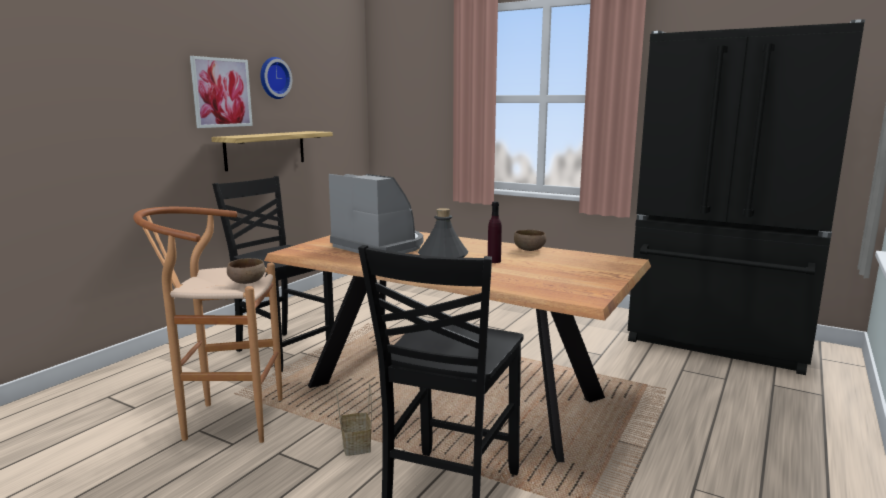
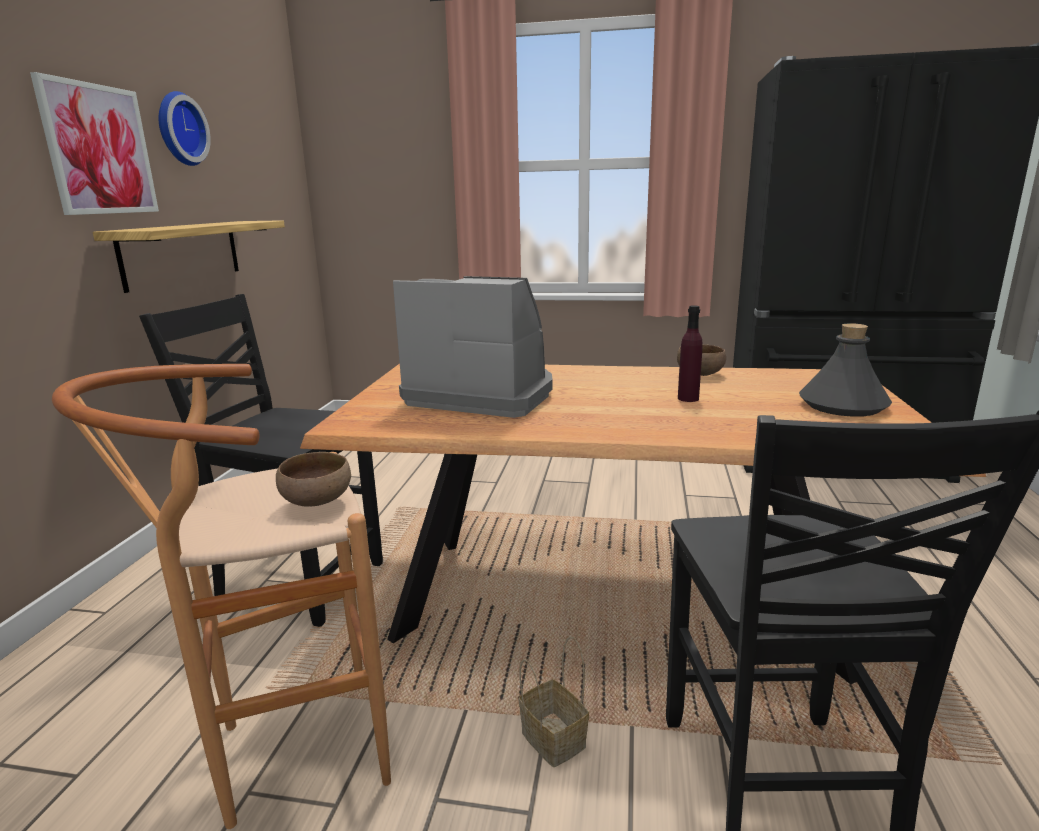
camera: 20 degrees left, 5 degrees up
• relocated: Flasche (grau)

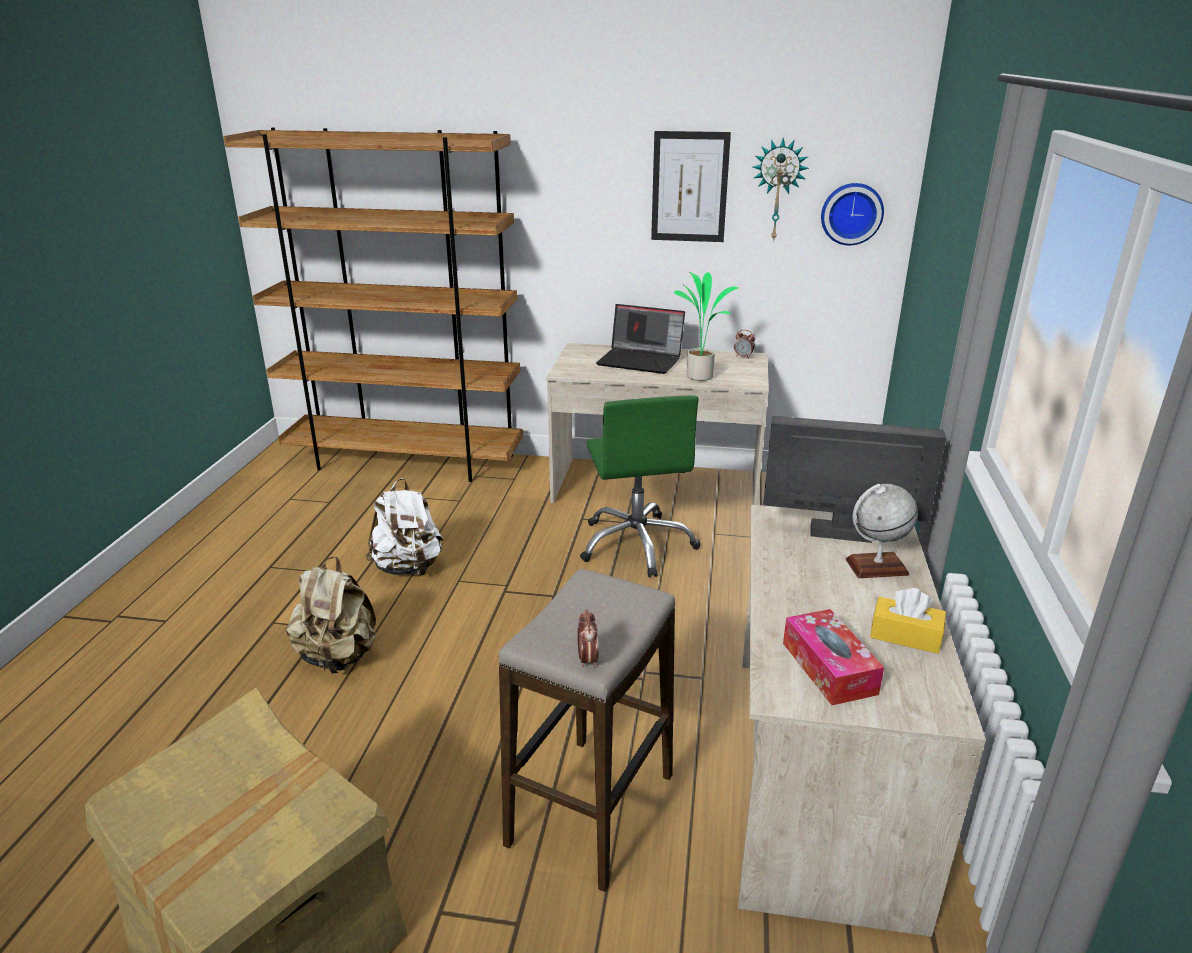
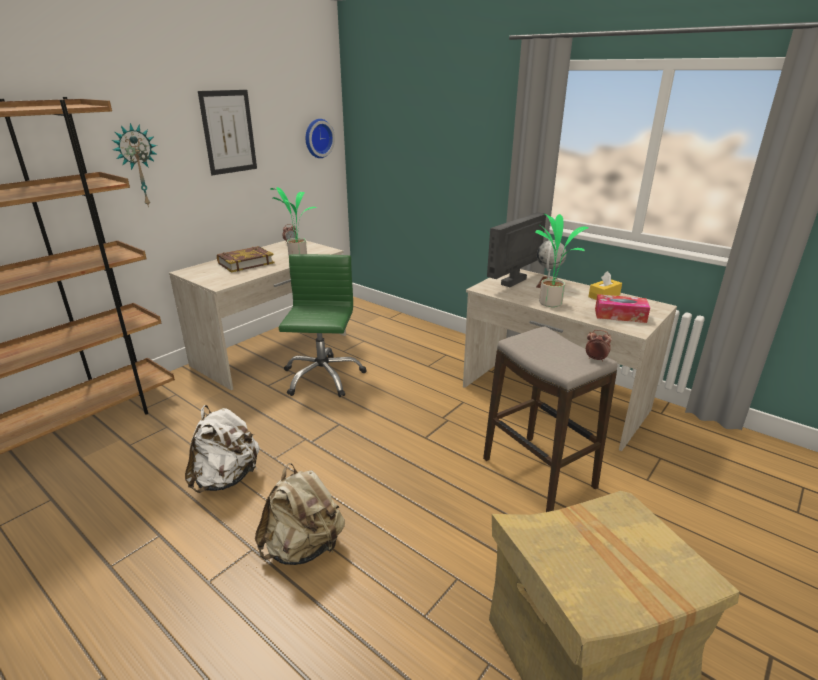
camera: 60 degrees left, 0 degrees up
• appeared: Topfpflanze (no. 2 from left)
• relocated: Wanduhr (no. 1 from left)
• exchanged: Laptop to Buch
• spun: Bürostuhl (grün) 105 degrees counterclockwise

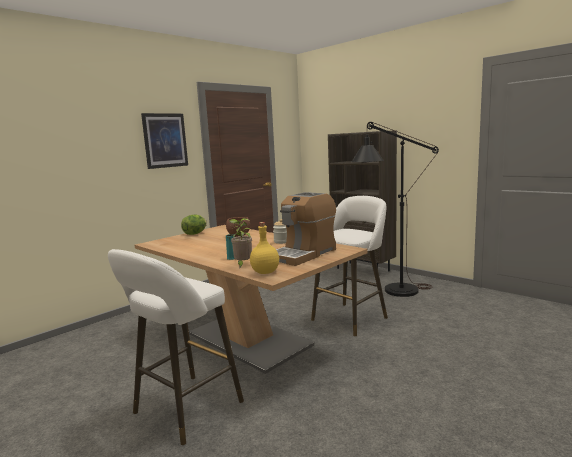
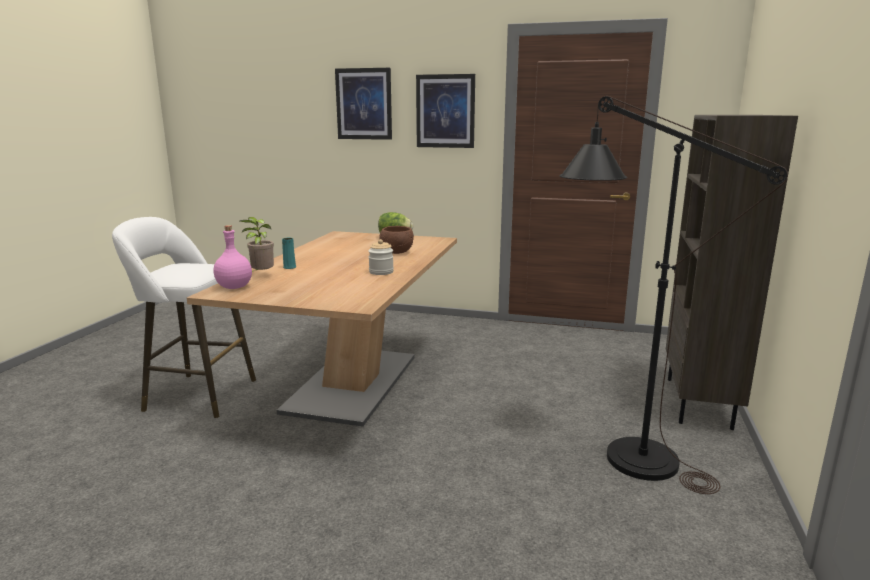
camera: 60 degrees right, 5 degrees up
• missing: Kaffeemaschine
• missing: Hocker (weiß) (no. 2 from left)
• appeared: Bild (no. 1 from left)
• colour: Flasche (gelb) to Flasche (rosa)

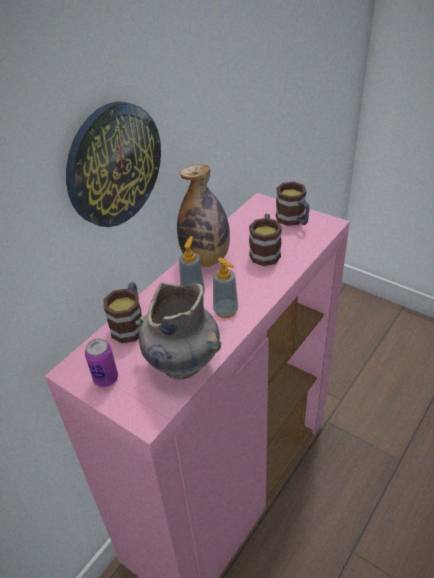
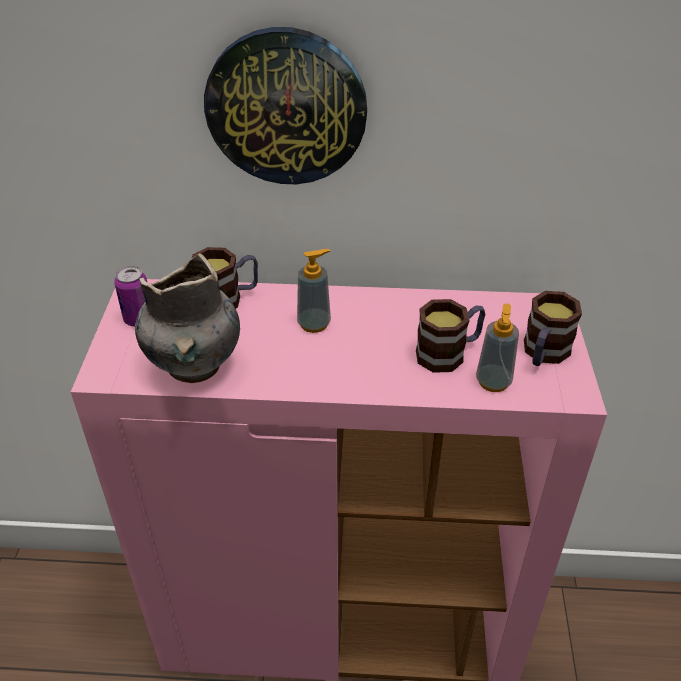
camera: 55 degrees right, 0 degrees up
• missing: Flasche
• relocated: Seifenspender (no. 2 from left)

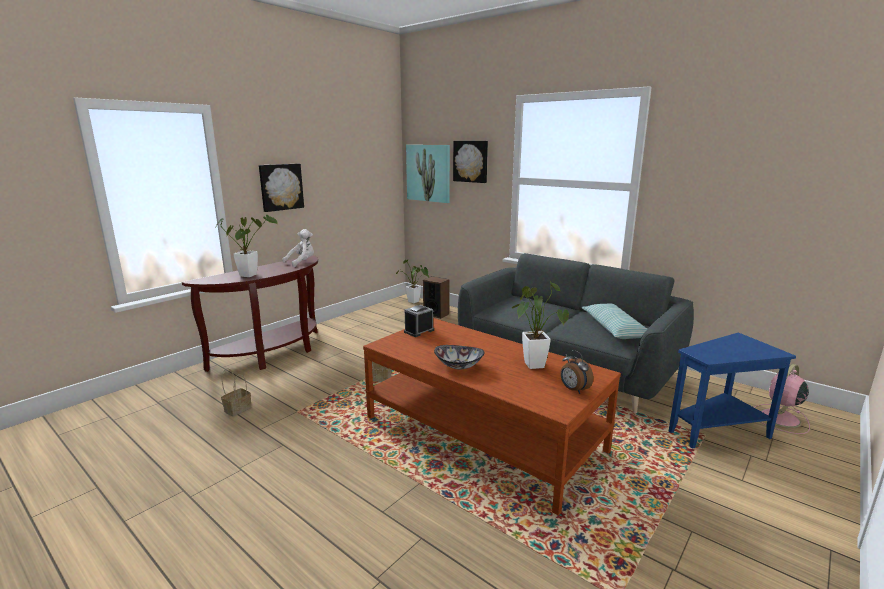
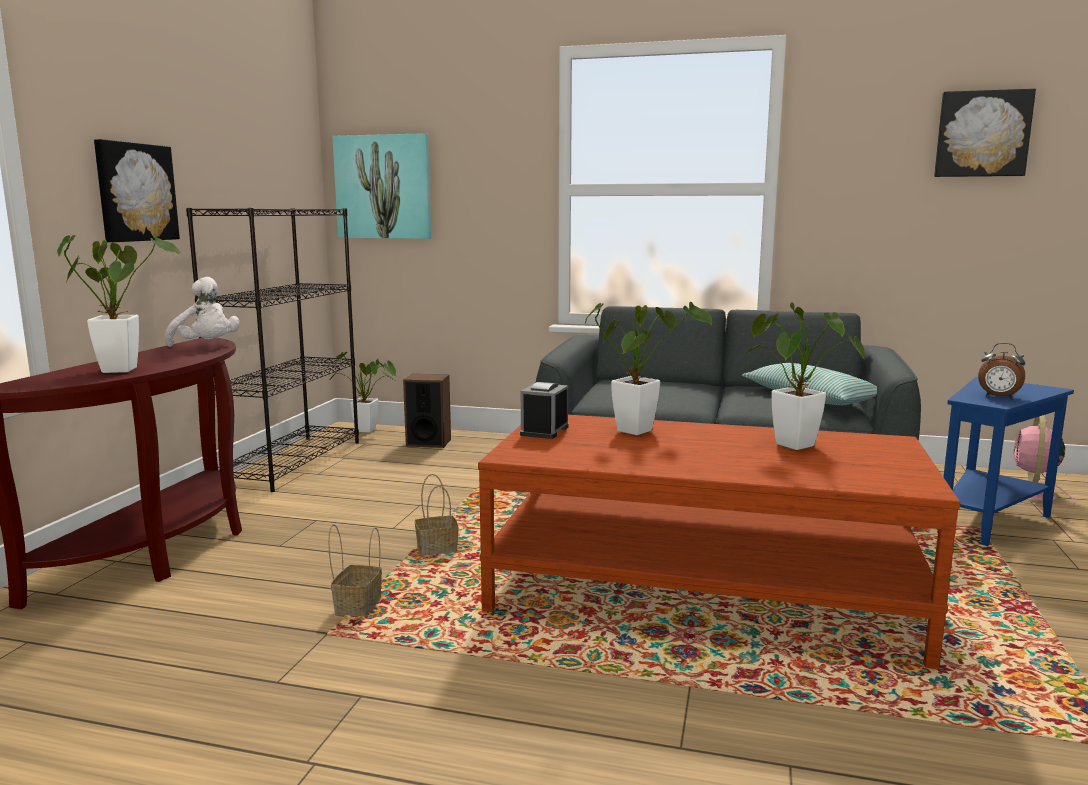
camera: 25 degrees left, 5 degrees down
• missing: Schüssel
• appeared: Bücherregal (schwarz)
• appeared: Topfpflanze (no. 3 from left)
• relocated: Korb (no. 1 from left)
• relocated: Bild (no. 3 from left)
• relocated: Wecker (no. 2 from left)
• spun: Plüschtier (weiß) 105 degrees clockwise

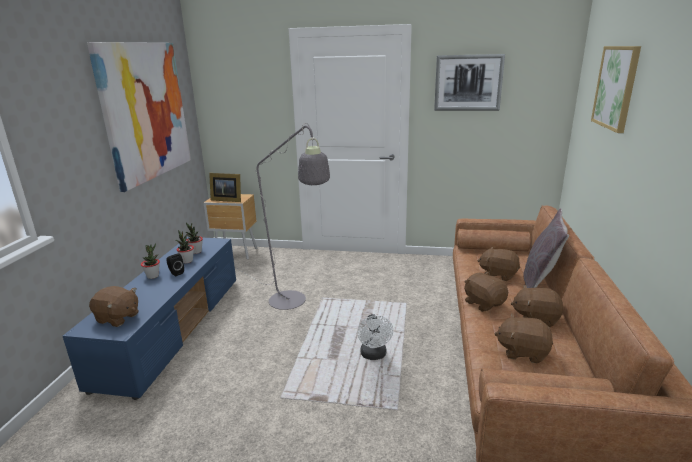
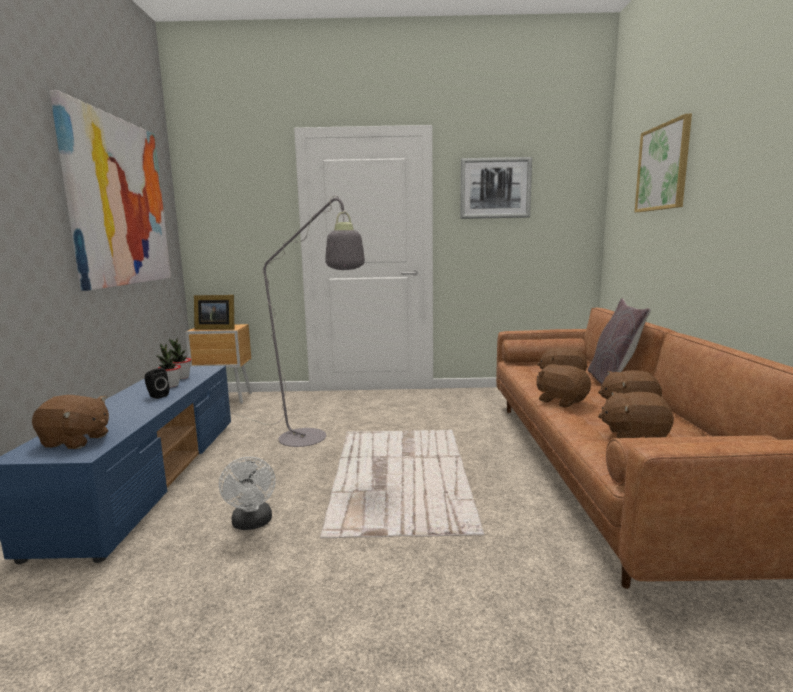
camera: 10 degrees left, 10 degrees down
• missing: Topfpflanze (no. 1 from left)
• relocated: Ventilator (weiß)

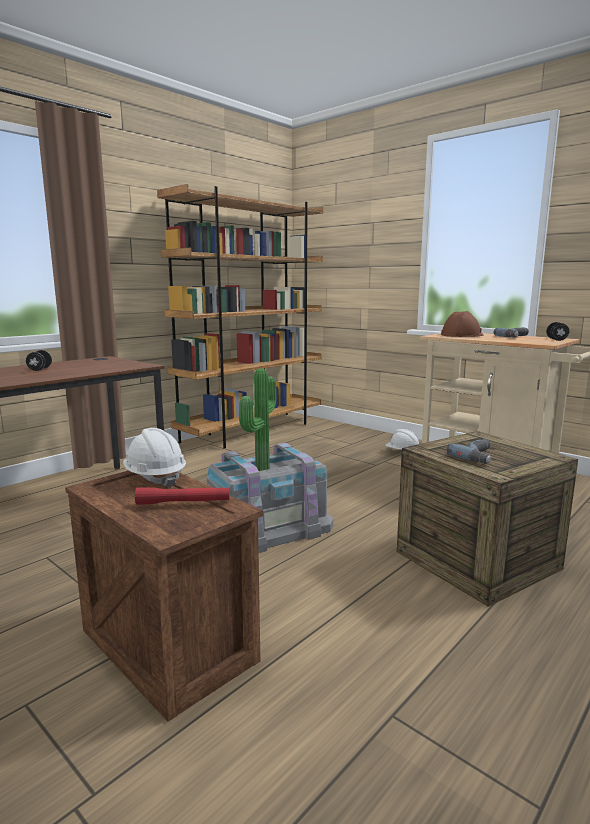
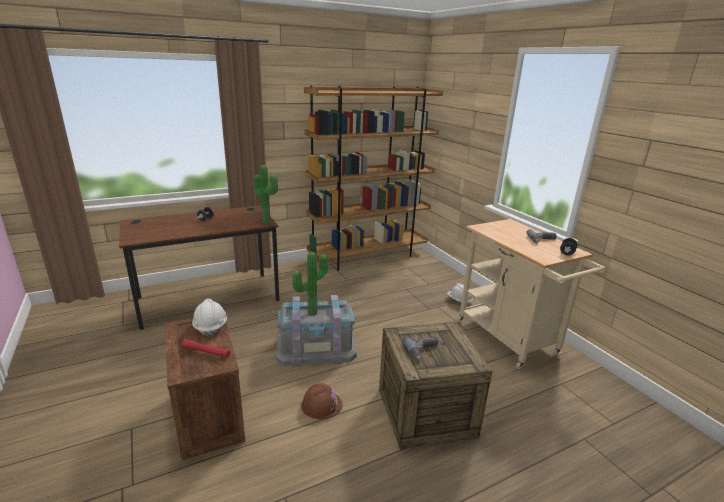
camera: 20 degrees right, 10 degrees up
• appeared: Topfpflanze (no. 1 from left)
• relocated: Schutzhelm (braun)

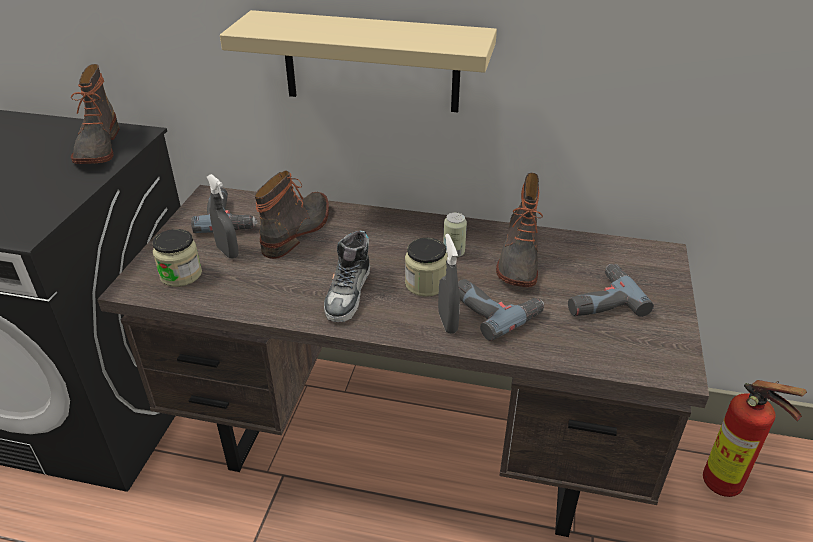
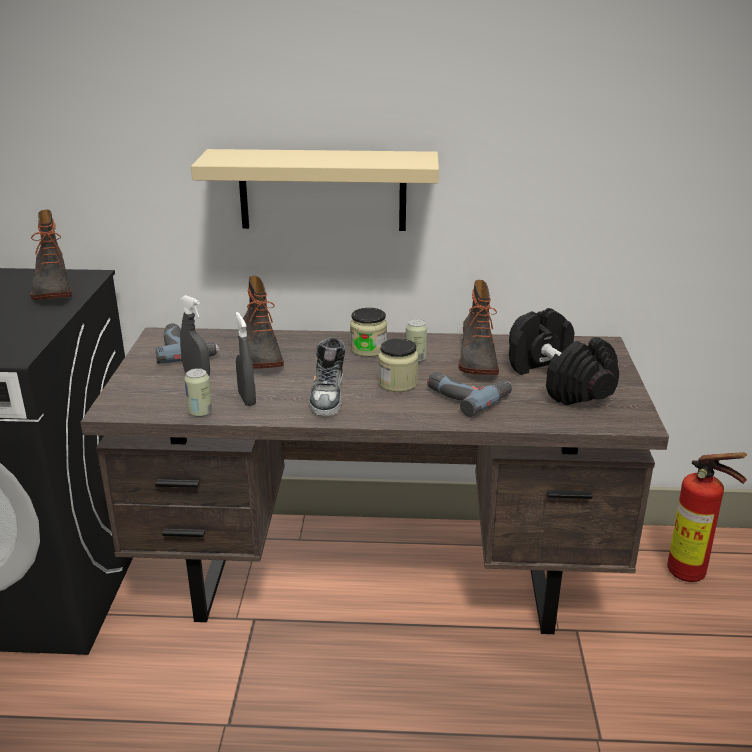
camera: 10 degrees left, 10 degrees down
• appeared: Dose (no. 1 from left)
• relocated: Vorratsglas (no. 1 from left)
• relocated: Sprühflasche (grau) (no. 2 from left)
• exchanged: Bohrmaschine (no. 3 from left) to Hantel (schwarz)
• spun: Stiefel (no. 2 from left) 150 degrees clockwise

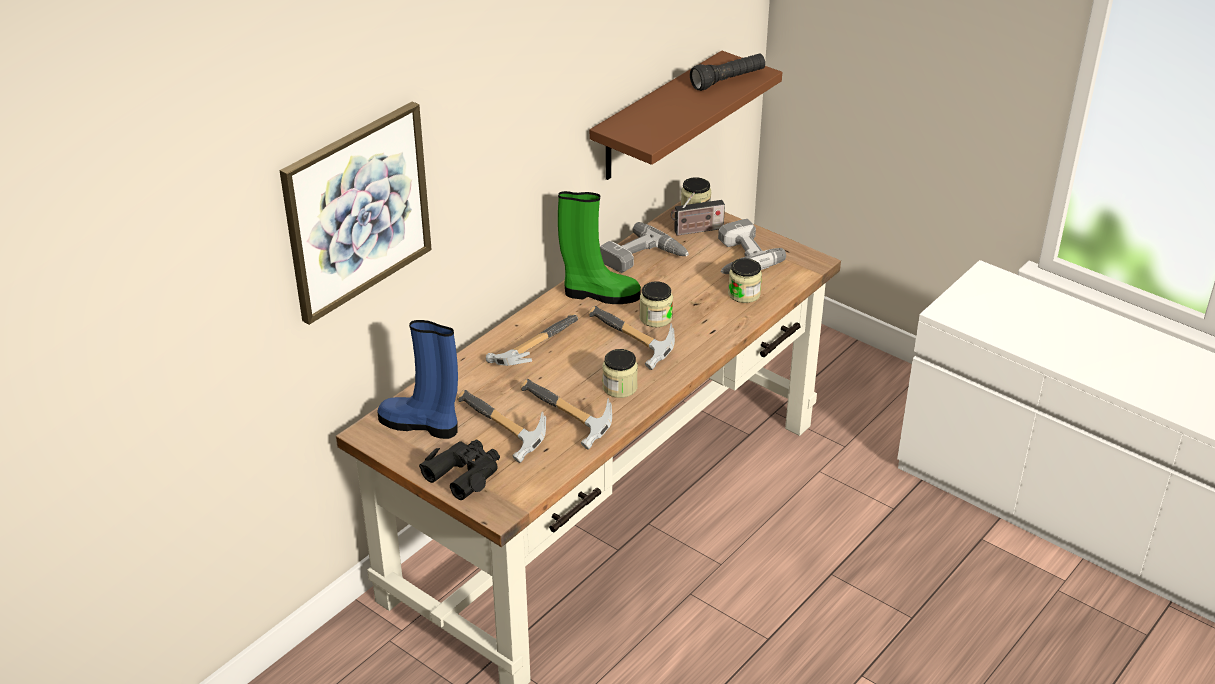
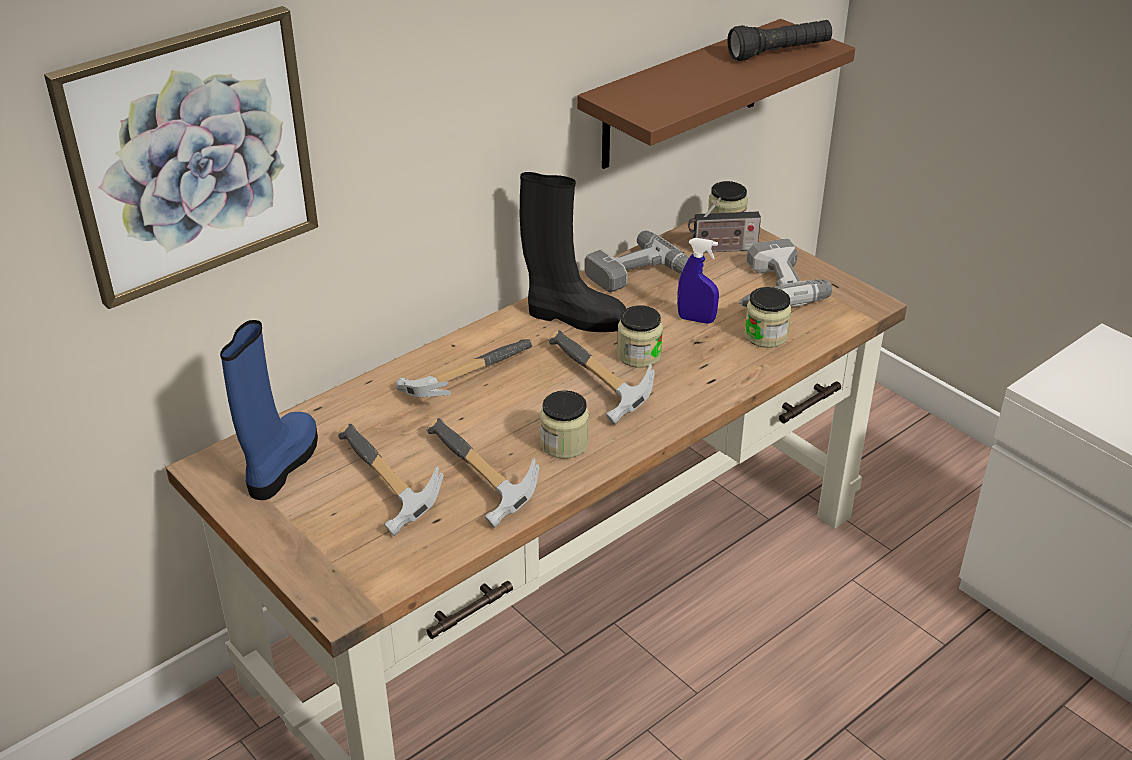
camera: 10 degrees right, 0 degrees up
• missing: Fernglas (schwarz)
• appeared: Sprühflasche (blau)
• colour: Stiefel (grün) to Stiefel (schwarz)
• spun: Stiefel (blau) 75 degrees clockwise

